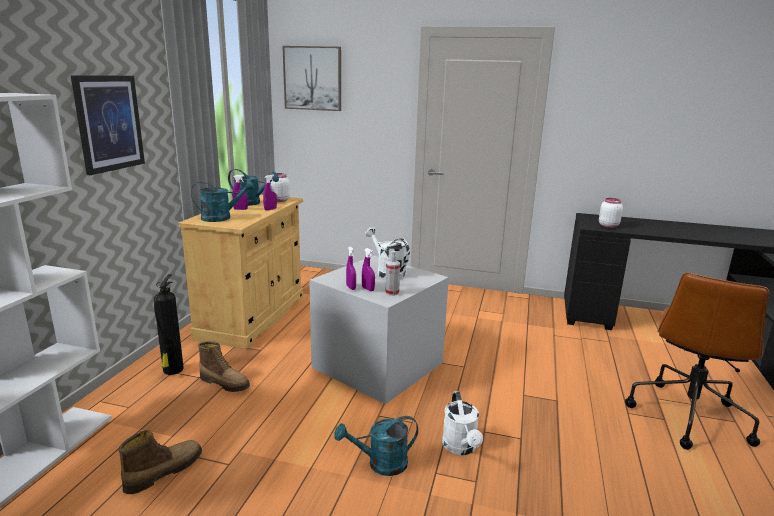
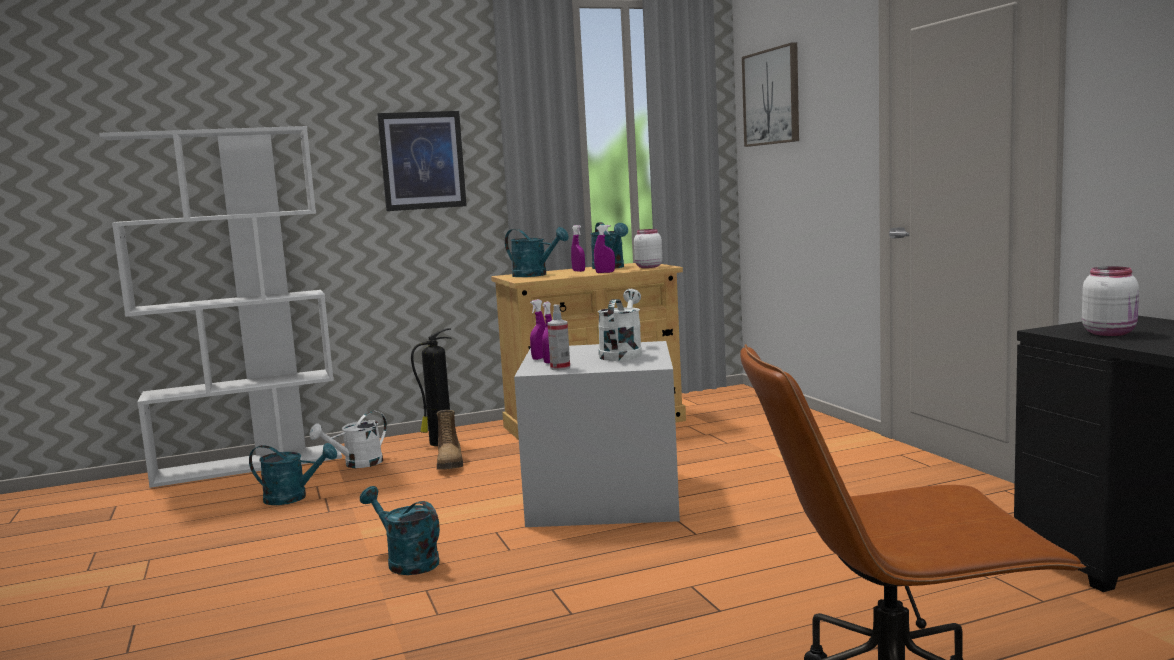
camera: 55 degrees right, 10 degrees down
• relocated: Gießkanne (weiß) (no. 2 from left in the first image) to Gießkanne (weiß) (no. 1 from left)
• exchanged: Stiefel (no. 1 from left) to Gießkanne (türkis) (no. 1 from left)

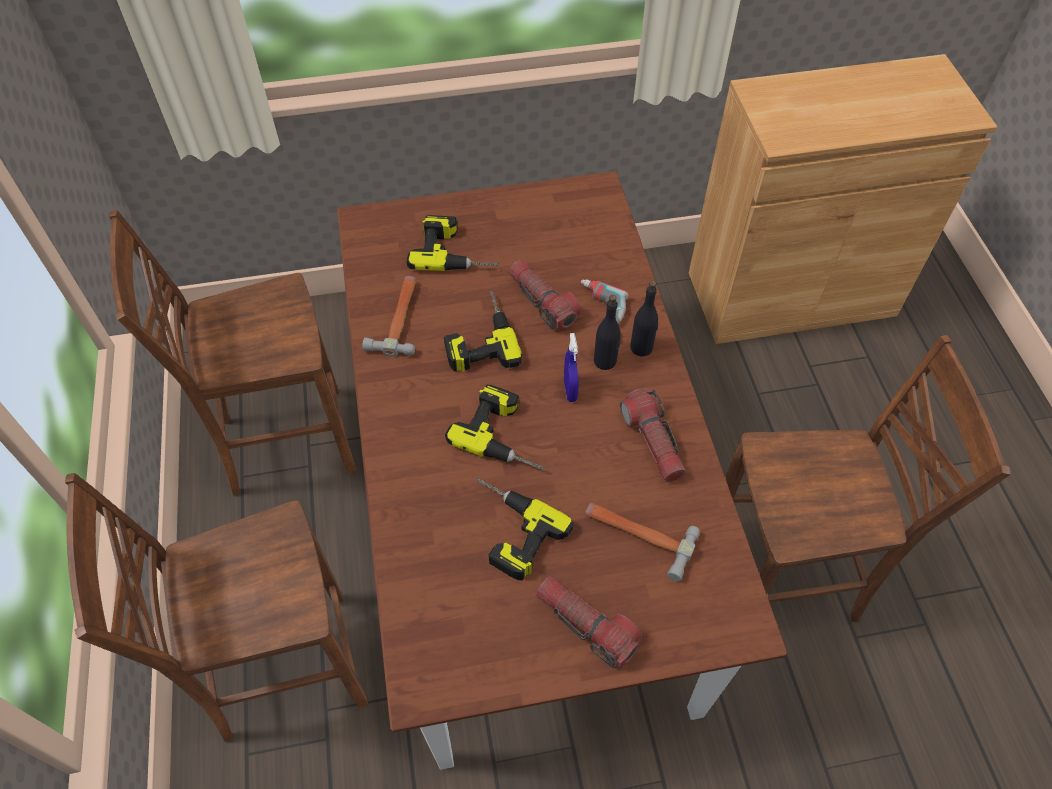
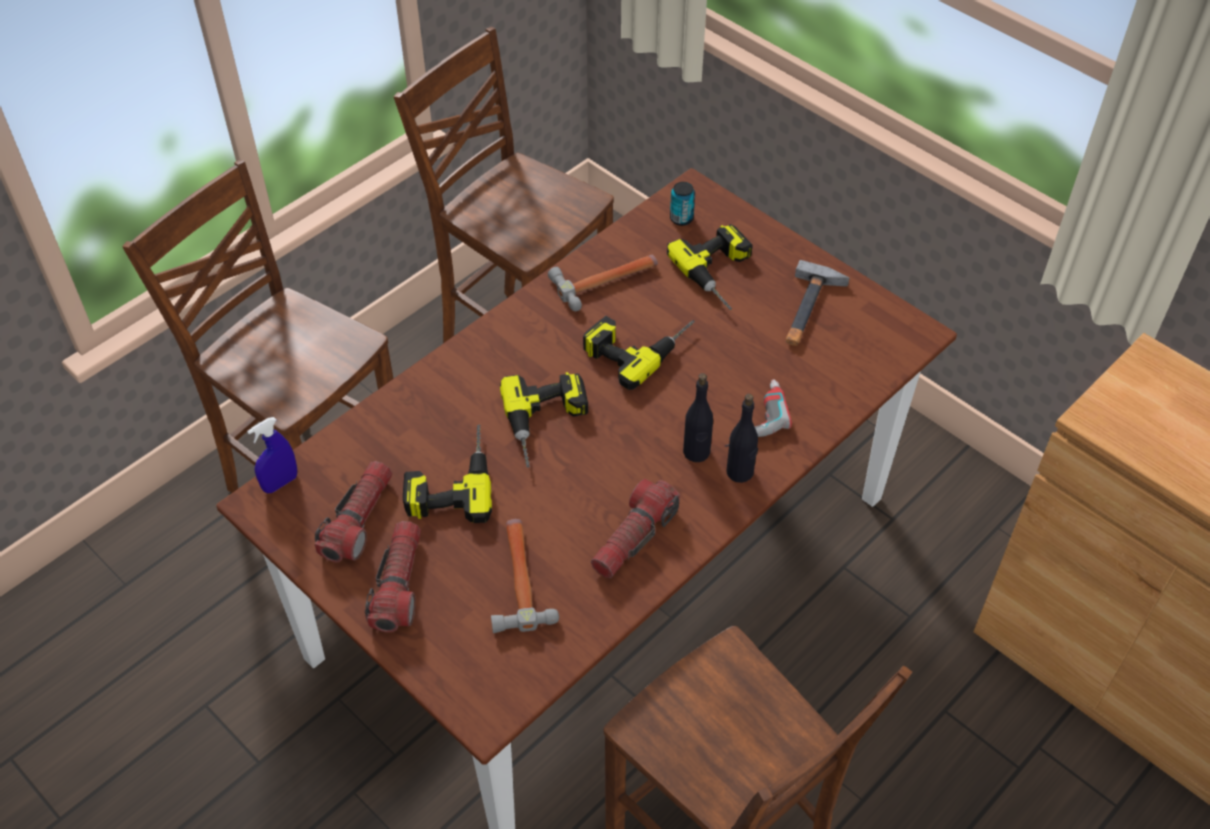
camera: 55 degrees right, 5 degrees down
• appeared: Dose
• appeared: Hammer (no. 3 from left)
• relocated: Taschenlampe (no. 1 from left)
• relocated: Sprühflasche (blau)

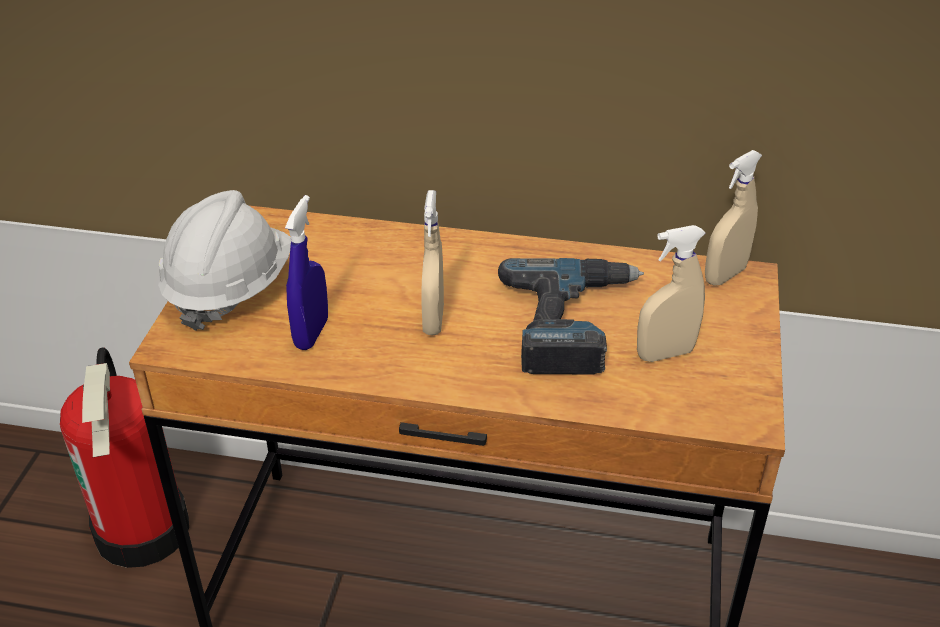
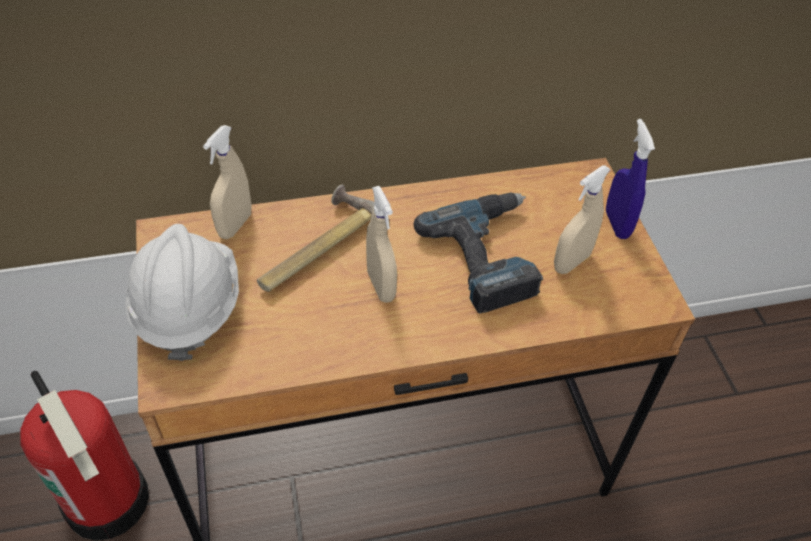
camera: 25 degrees left, 10 degrees up
• appeared: Hammer
• relocated: Sprühflasche (blau)
• relocated: Sprühflasche (beige) (no. 3 from left in the first image) to Sprühflasche (beige) (no. 1 from left)

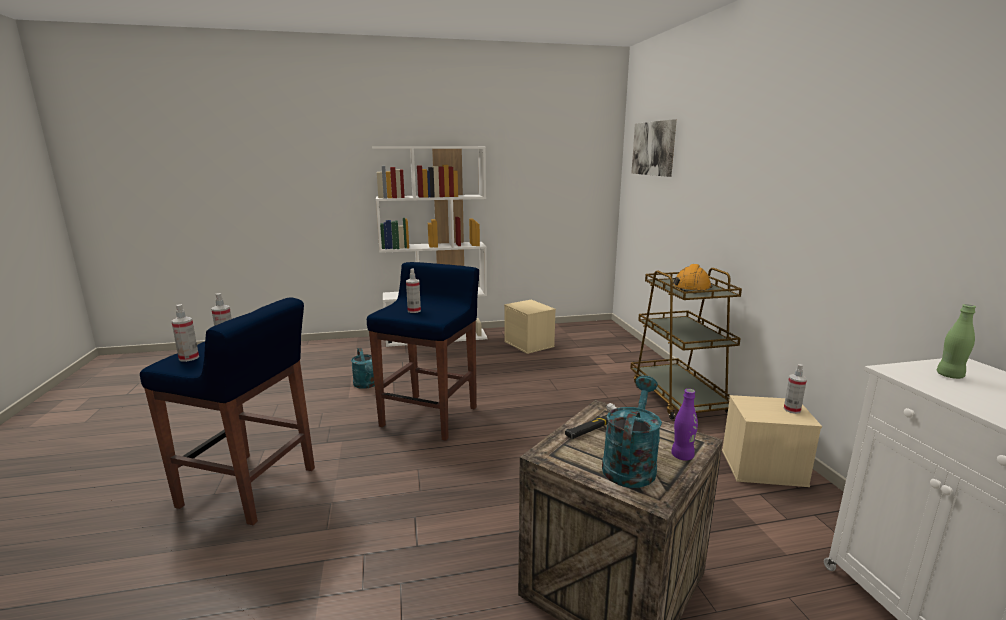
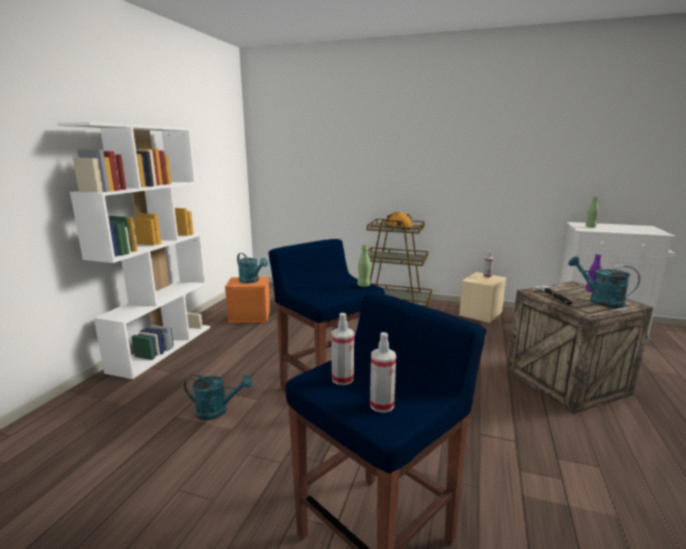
camera: 60 degrees left, 0 degrees up
• missing: Sprühflasche (no. 3 from left)
• missing: Bild
• appeared: Gießkanne (türkis) (no. 2 from left)
• appeared: Flasche (grün) (no. 1 from left)
• colour: Aufbewahrungsbox (beige) (no. 1 from left) to Aufbewahrungsbox (orange)

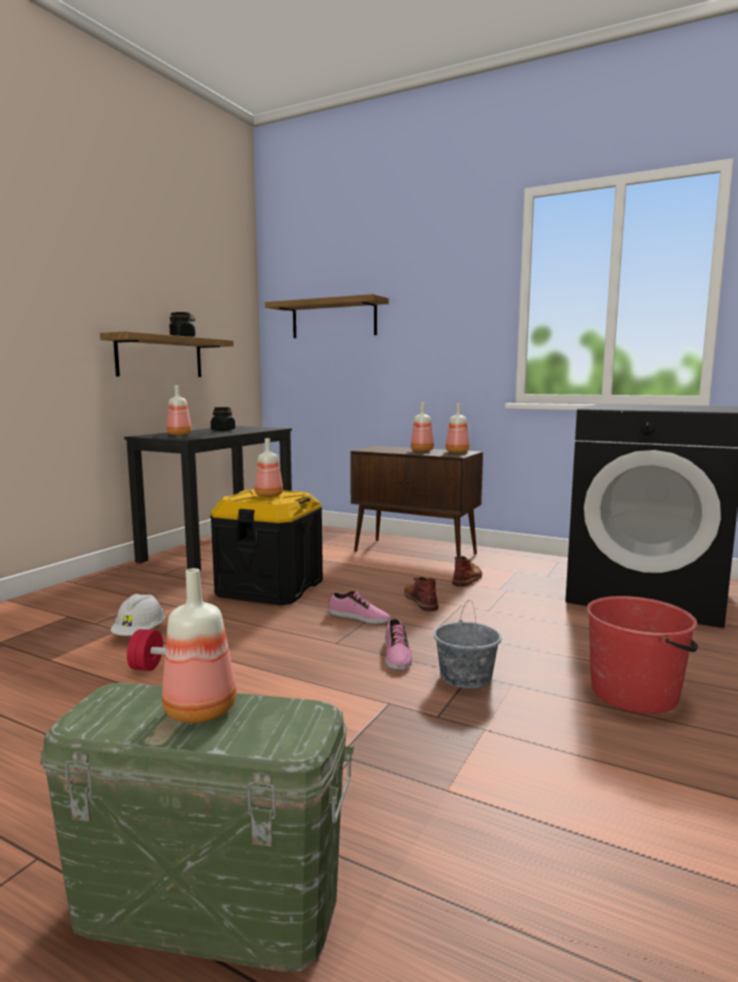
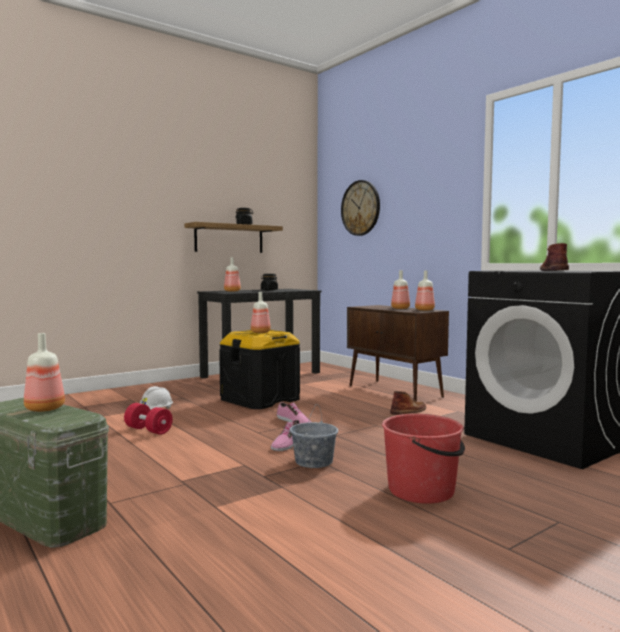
camera: 25 degrees right, 5 degrees down
• relocated: Stiefel (braun) (no. 1 from left in the first image) to Stiefel (braun) (no. 2 from left)
• exchanged: Wandregal (no. 2 from left) to Wanduhr

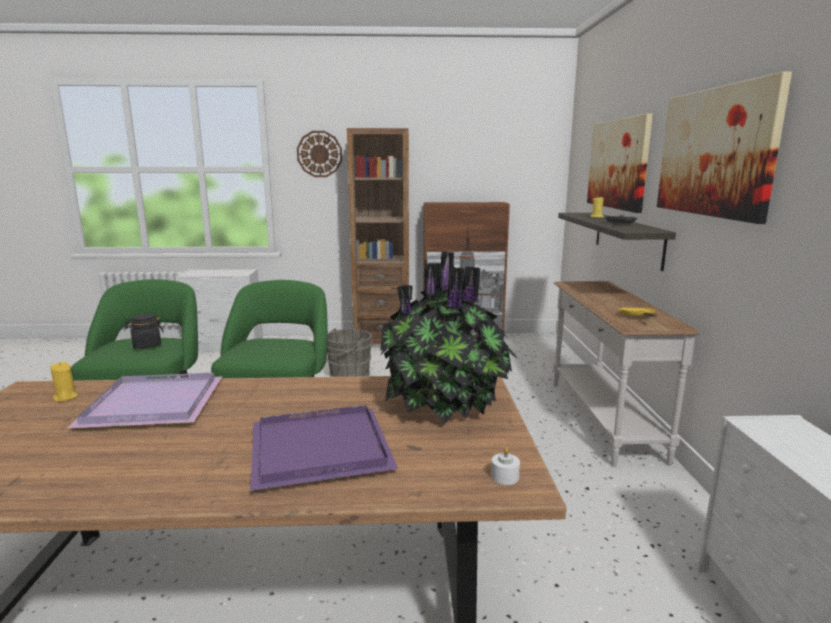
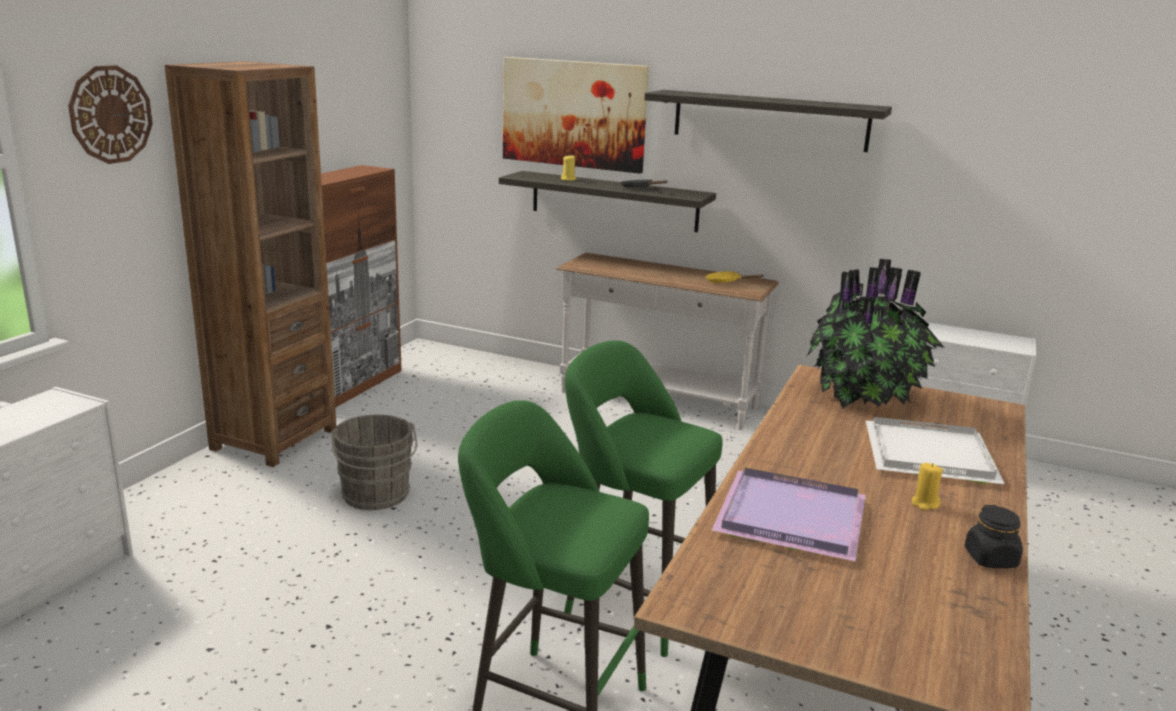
camera: 65 degrees left, 5 degrees up
• missing: Kerze (weiß)
• relocated: Kerze (gelb) (no. 1 from left in the first image) to Kerze (gelb) (no. 2 from left)
• relocated: Vorratsglas (schwarz)
• exchanged: Bild (no. 2 from left) to Wandregal (no. 2 from left)
• colour: Tablett (lila) (no. 2 from left) to Tablett (weiß)

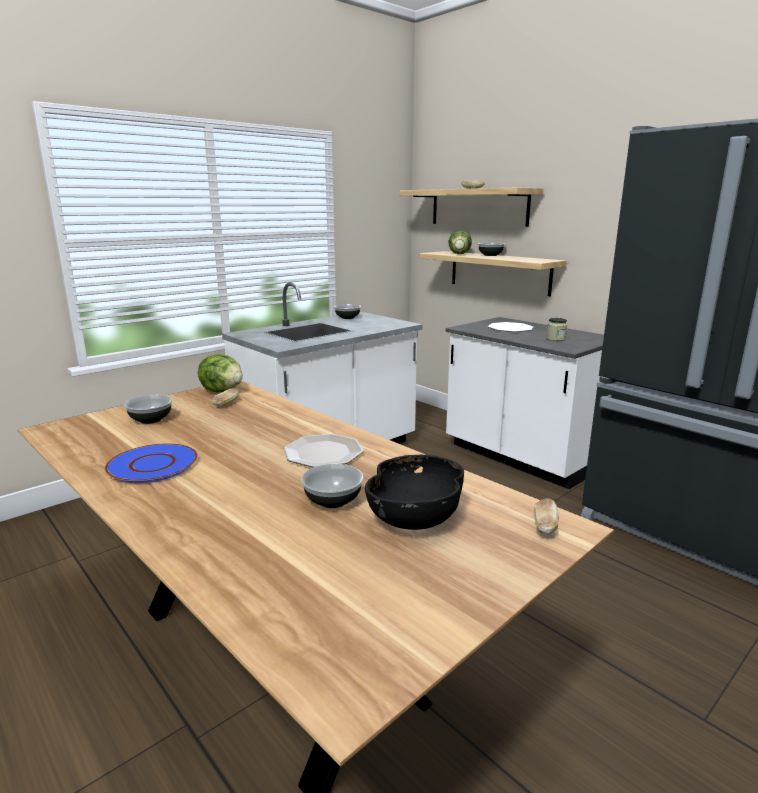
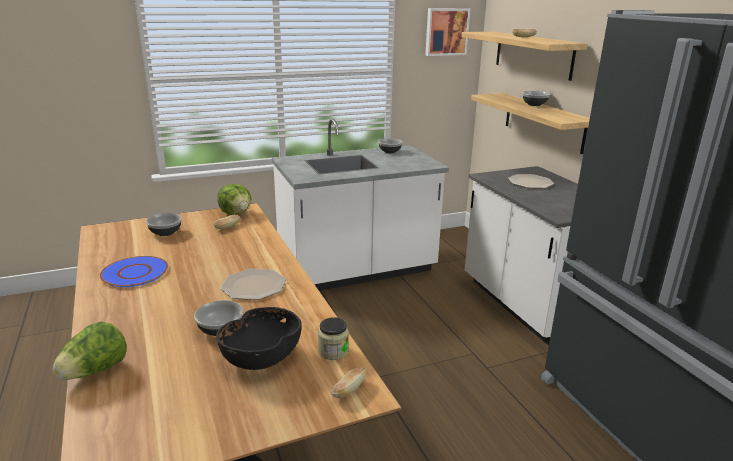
camera: 20 degrees right, 5 degrees up
• appeared: Bild
• relocated: Salatkopf (no. 2 from left in the first image) to Salatkopf (no. 1 from left)
• relocated: Vorratsglas

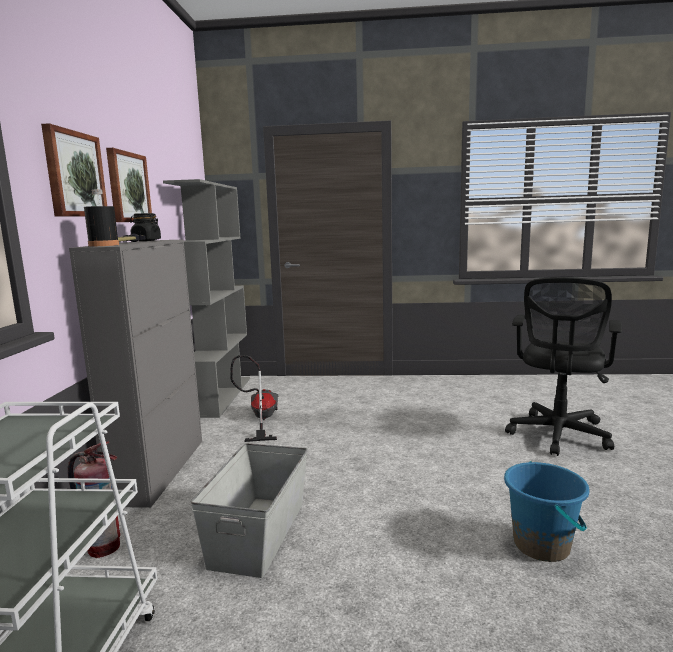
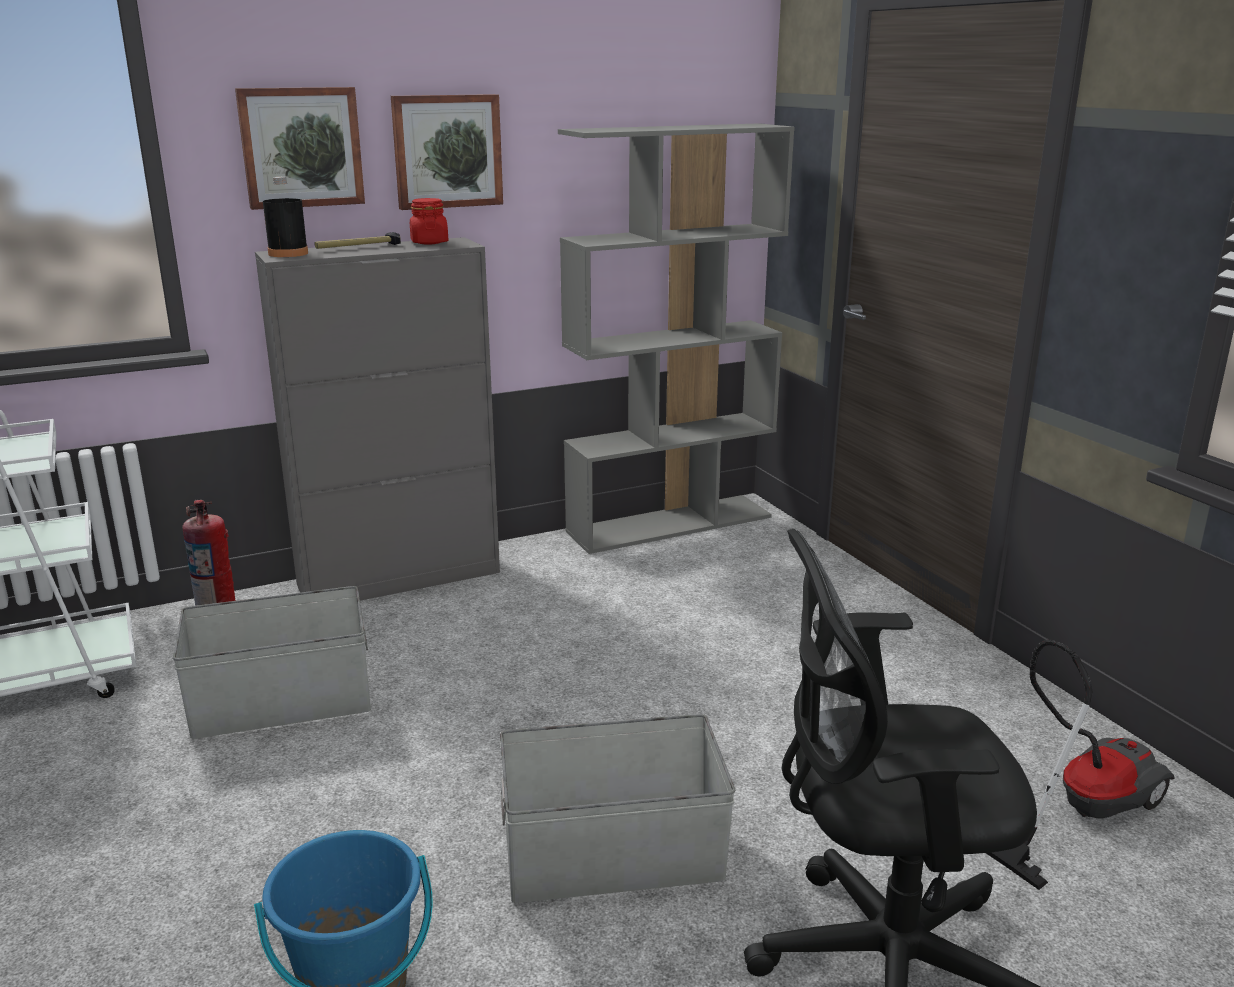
camera: 60 degrees right, 10 degrees up
• appeared: Aufbewahrungsbox (grau) (no. 2 from left)
• relocated: Staubsauger
• colour: Vorratsglas (schwarz) to Vorratsglas (rot)

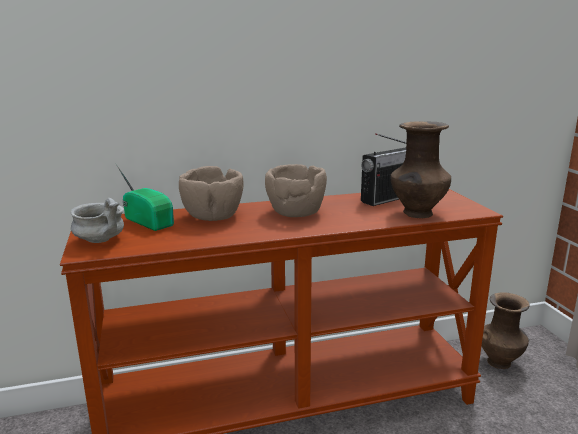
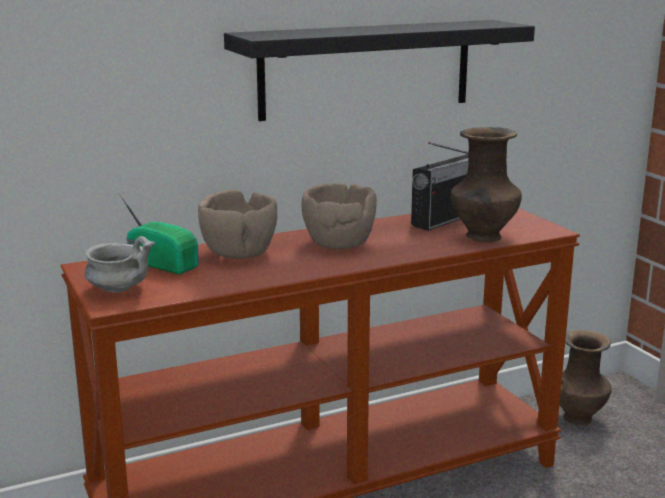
camera: 10 degrees left, 0 degrees up
• appeared: Wandregal (schwarz)

